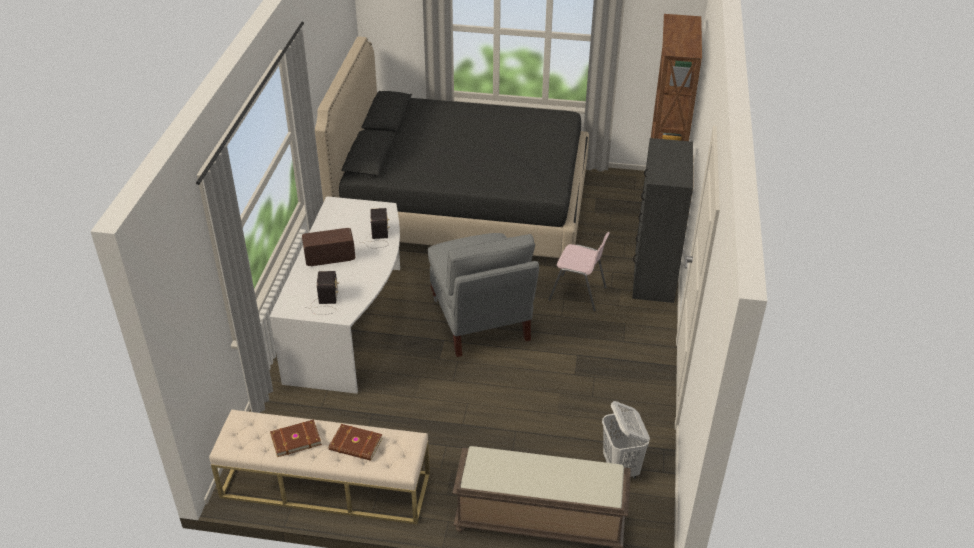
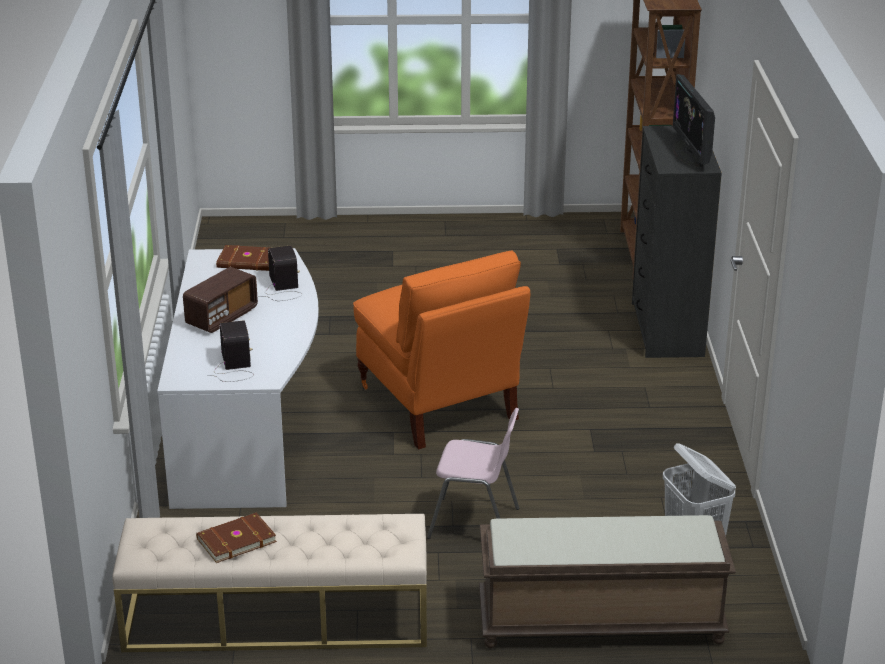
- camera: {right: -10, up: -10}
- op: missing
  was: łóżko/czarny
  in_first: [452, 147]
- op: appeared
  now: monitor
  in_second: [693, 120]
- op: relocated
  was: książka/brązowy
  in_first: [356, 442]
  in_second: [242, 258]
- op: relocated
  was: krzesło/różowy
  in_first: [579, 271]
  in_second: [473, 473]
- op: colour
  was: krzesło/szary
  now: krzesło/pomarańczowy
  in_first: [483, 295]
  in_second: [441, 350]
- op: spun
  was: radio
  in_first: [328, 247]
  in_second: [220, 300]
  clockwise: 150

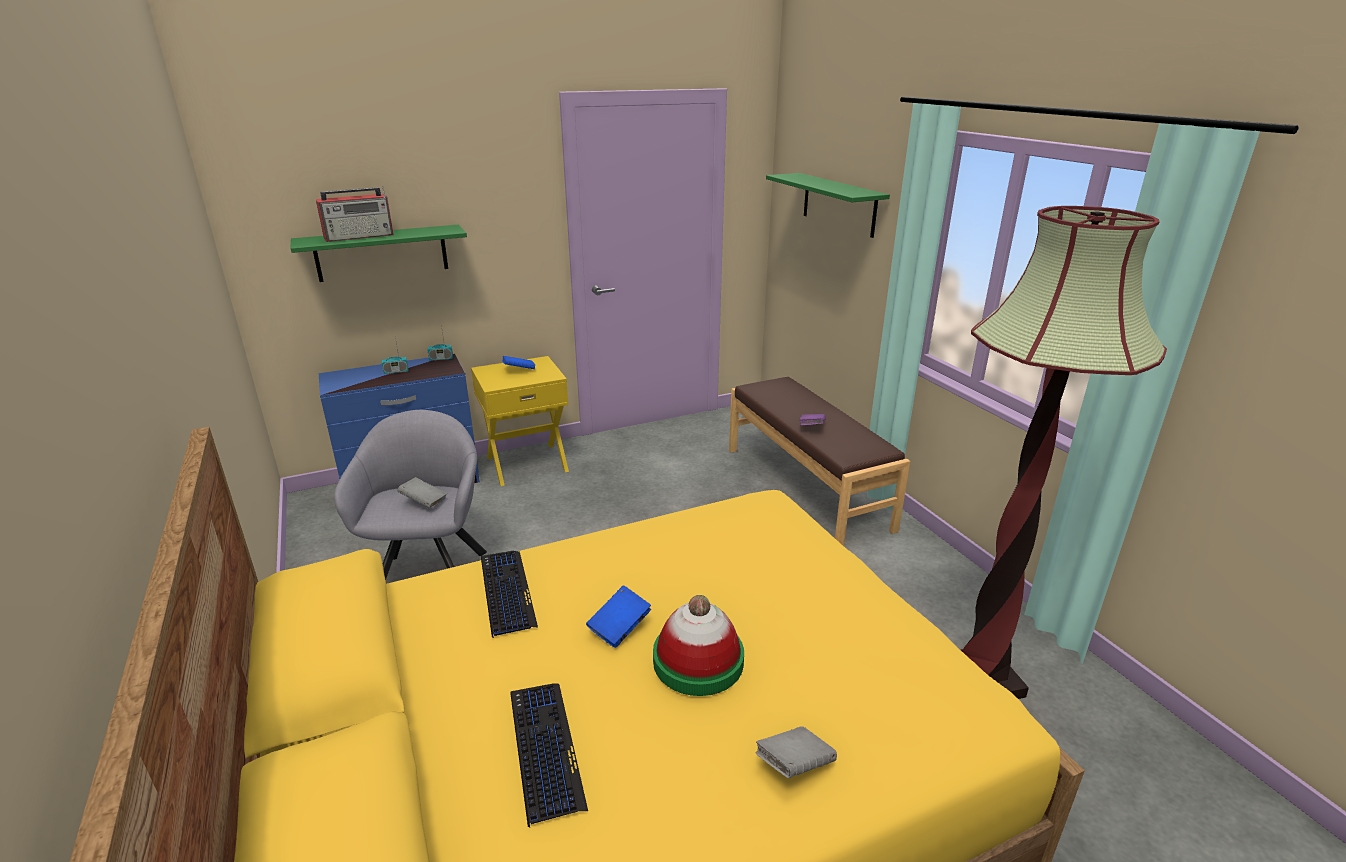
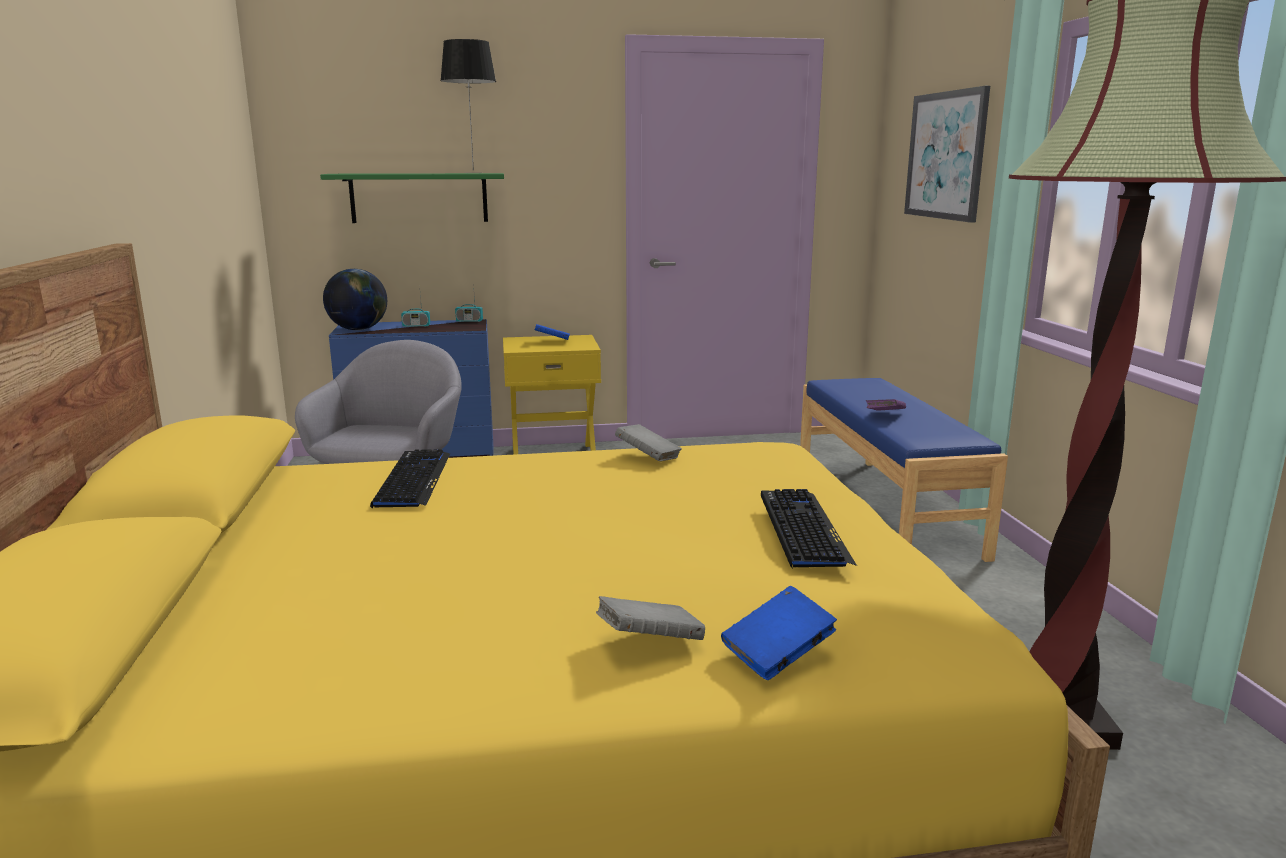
- camera: {right: 15, up: -10}
- op: missing
  was: radio
  in_first: [355, 214]
- op: missing
  was: kapelusz
  in_first: [698, 645]
- op: appeared
  now: globus
  in_second: [355, 299]
- op: appeared
  now: lampa stołowa
  in_second: [468, 104]
- op: relocated
  was: książka/szary
  in_first: [422, 493]
  in_second: [648, 442]
- op: relocated
  was: klawiatura
  in_first: [549, 755]
  in_second: [809, 529]
- op: relocated
  was: książka/niebieski
  in_first: [618, 616]
  in_second: [779, 633]
- op: exchanged
  was: półka/zielony
  now: obraz
  in_first: [828, 205]
  in_second: [947, 154]
- op: colour
  was: ławka/brązowy
  now: ławka/niebieski
  in_first: [819, 461]
  in_second: [904, 470]

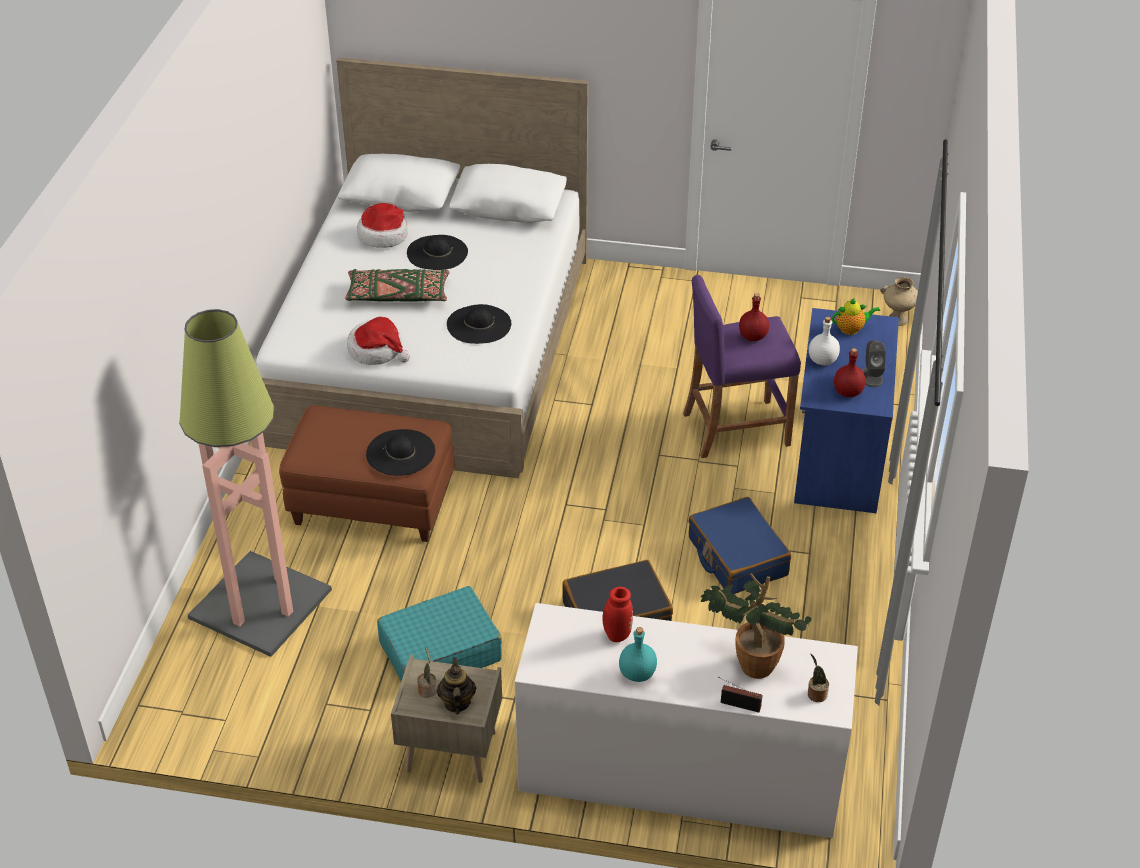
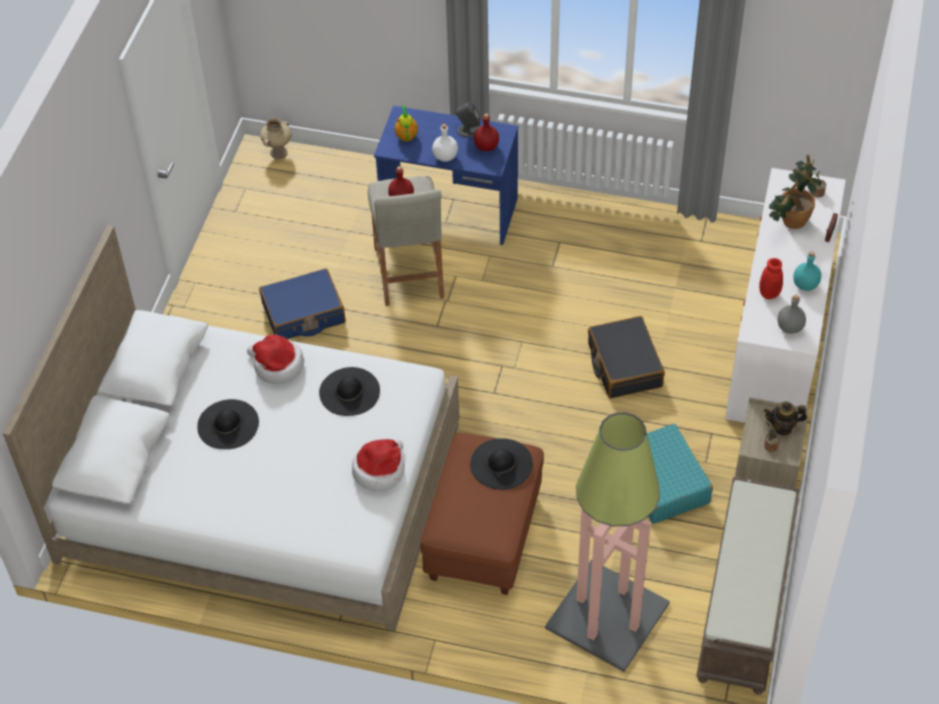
- camera: {right: -85, up: 10}
- op: missing
  was: poduszka/zielony
  in_first: [397, 285]
- op: appeared
  now: ławka/brązowy
  in_second: [748, 586]
- op: appeared
  now: butelka/szary
  in_second: [792, 314]
- op: relocated
  was: kapelusz
  in_first: [382, 225]
  in_second: [275, 359]
- op: relocated
  was: walizka/niebieski
  in_first: [740, 546]
  in_second: [302, 304]
- op: colour
  was: stołek/fioletowy
  now: stołek/beżowy
  in_first: [742, 366]
  in_second: [406, 241]

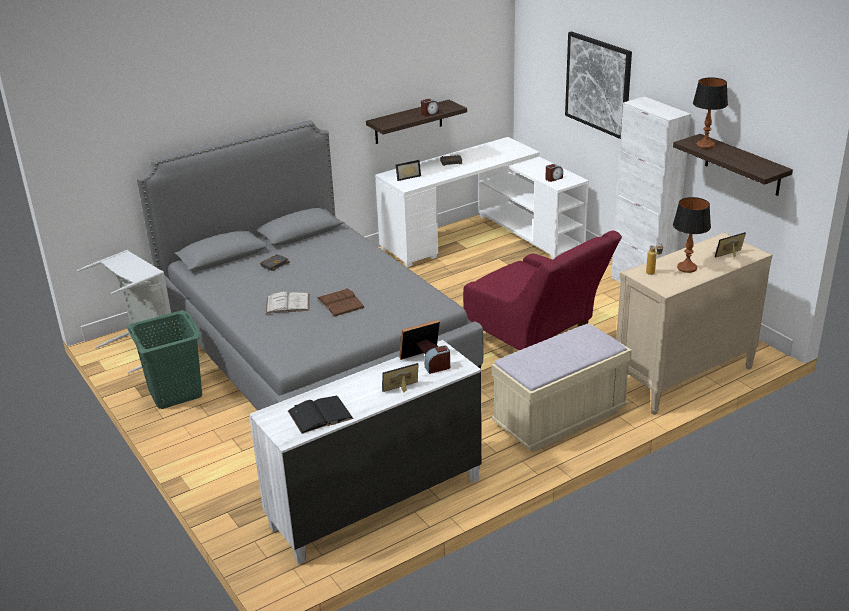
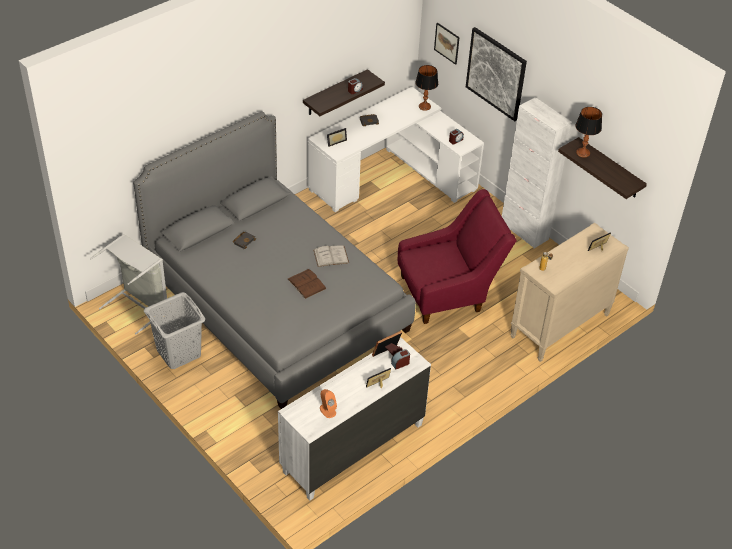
- camera: {right: -10, up: 15}
- op: missing
  was: ławka/beżowy
  in_first: [562, 388]
- op: appeared
  now: obraz
  in_second: [447, 44]
- op: relocated
  was: książka/biały
  in_first: [287, 302]
  in_second: [331, 256]
- op: relocated
  was: lampa stołowa
  in_first: [692, 235]
  in_second: [426, 88]
- op: exchanged
  was: książka/czarny
  now: głośnik/pomarańczowy
  in_first: [321, 415]
  in_second: [328, 403]
- op: colour
  was: kosz na pranie/zielony
  now: kosz na pranie/szary
  in_first: [164, 359]
  in_second: [174, 330]
- op: spun
  was: fotel/czerwony
  in_first: [542, 290]
  in_second: [457, 256]
  clockwise: -60

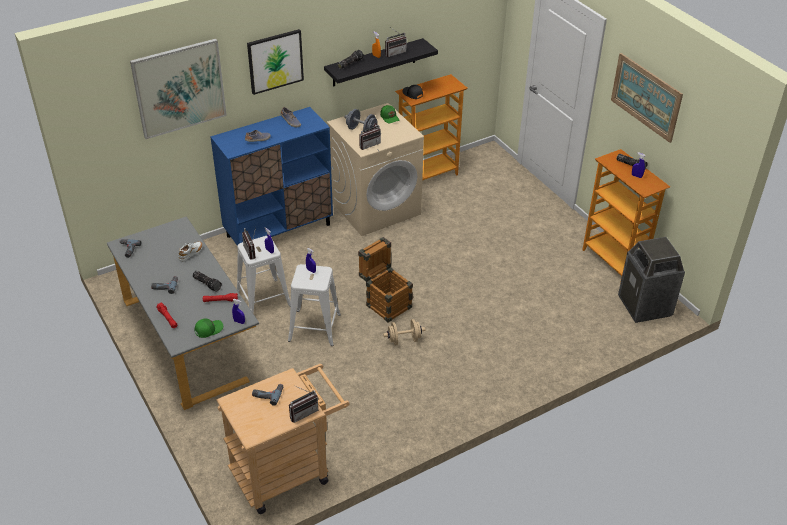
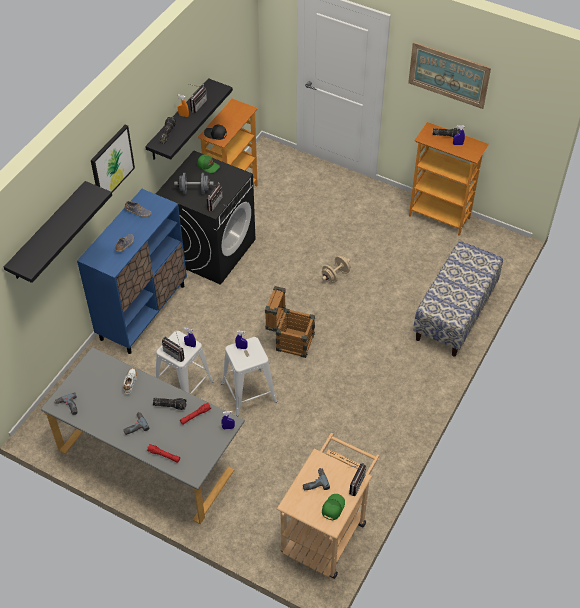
- camera: {right: -30, up: 10}
- op: missing
  was: kosz na śmieci
  in_first: [651, 280]
- op: appeared
  now: ławka
  in_second: [458, 299]
- op: relocated
  was: czapka z daszkiem/zielony
  in_first: [208, 328]
  in_second: [333, 507]
- op: relocated
  was: hantel/beżowy
  in_first: [404, 332]
  in_second: [336, 269]
- op: exchanged
  was: obraz
  now: półka/czarny
  in_first: [178, 88]
  in_second: [58, 232]
- op: colour
  was: pralka/beżowy
  now: pralka/czarny
  in_first: [375, 169]
  in_second: [206, 218]

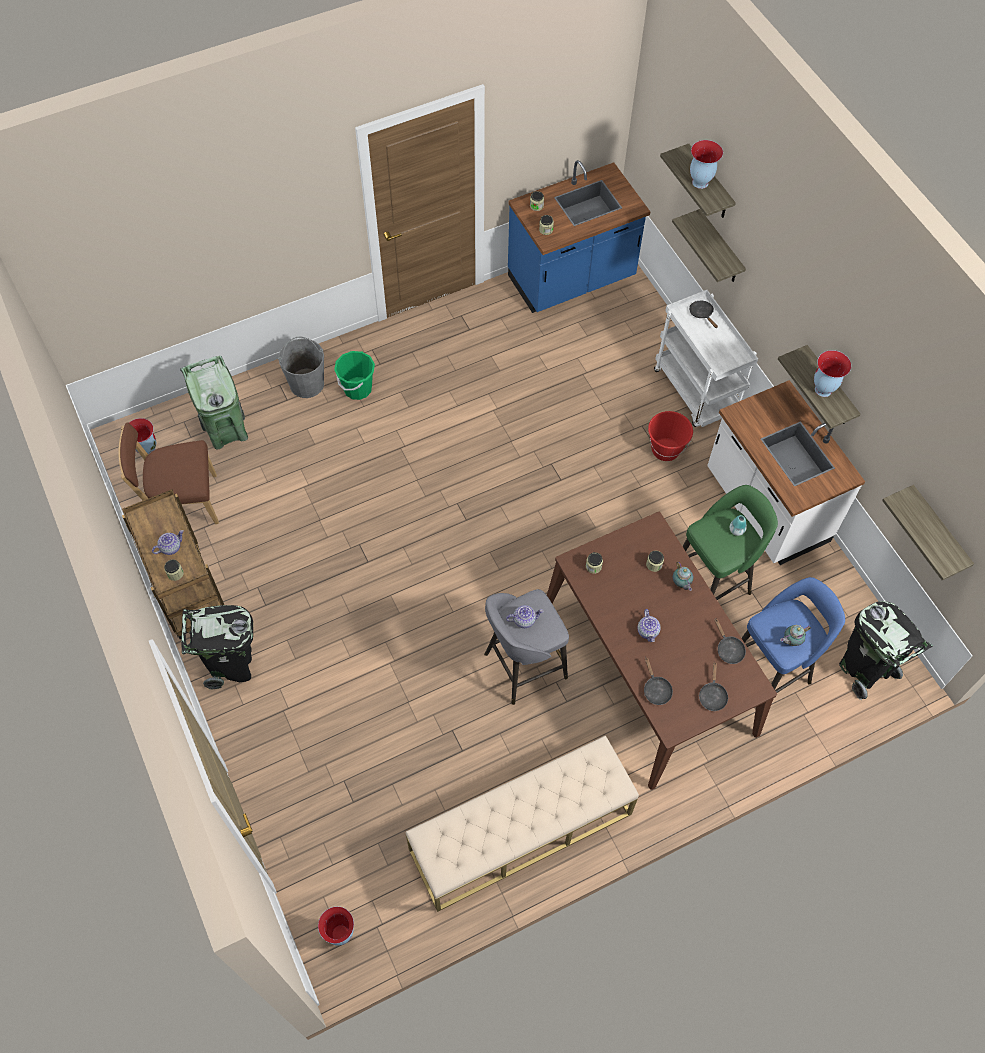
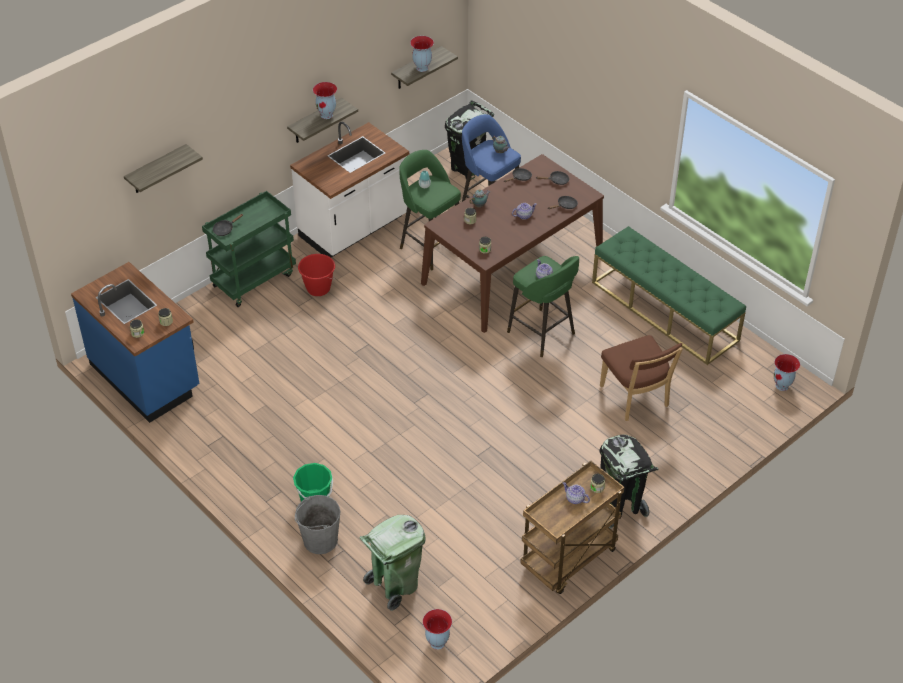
- camera: {right: -105, up: -15}
- op: missing
  was: półka
  in_first: [709, 245]
- op: relocated
  was: krzesło/brązowy
  in_first: [168, 473]
  in_second: [641, 378]
- op: relocated
  was: wazon
  in_first: [706, 164]
  in_second: [422, 54]
- op: colour
  was: ławka/beżowy
  now: ławka/zielony
  in_first: [522, 824]
  in_second: [669, 295]
- op: colour
  was: stołek/szary
  now: stołek/zielony
  in_first: [526, 647]
  in_second: [543, 306]
- op: colour
  was: wózek/biały
  now: wózek/zielony
  in_first: [706, 358]
  in_second: [249, 249]

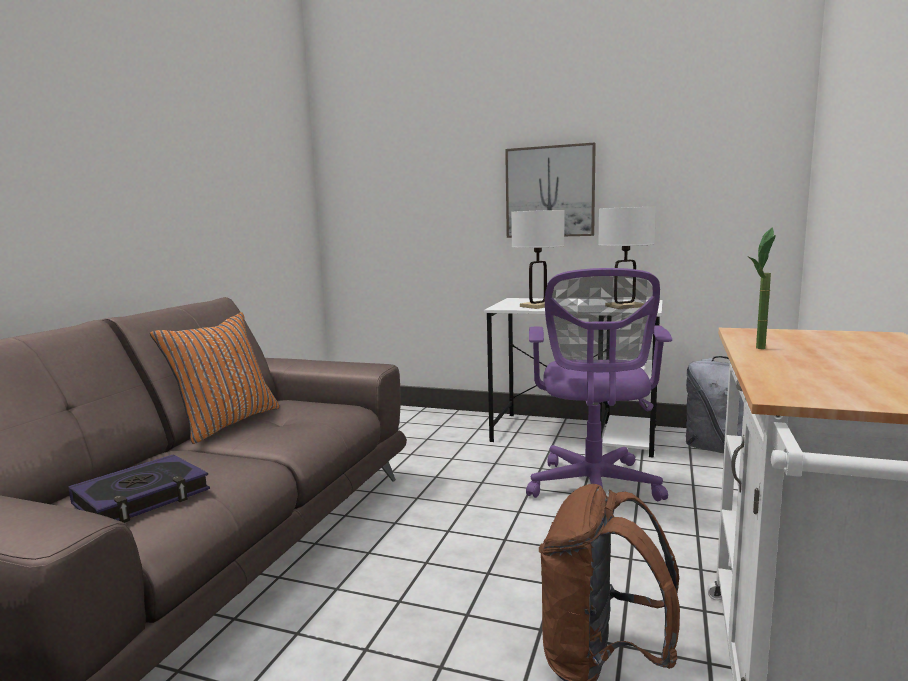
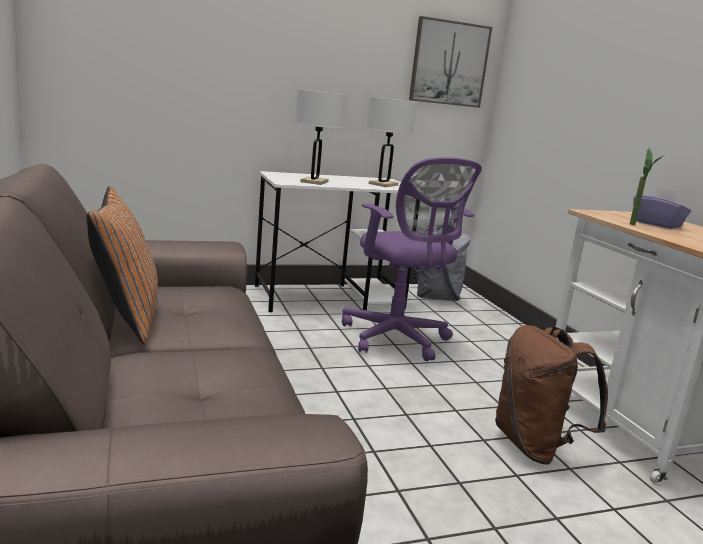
- camera: {right: -40, up: 5}
- op: missing
  was: książka
  in_first: [139, 488]
- op: appeared
  now: pudełko chusteczek/fioletowy
  in_second: [662, 208]
- op: relocated
  was: obraz
  in_first: [550, 190]
  in_second: [450, 62]

